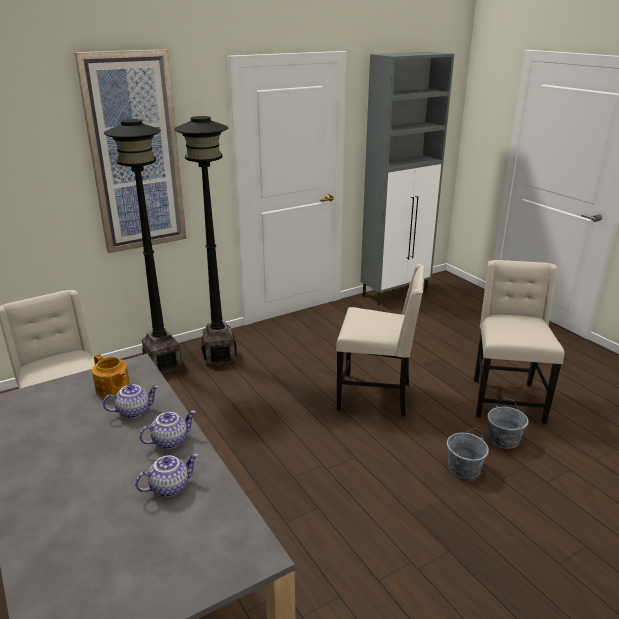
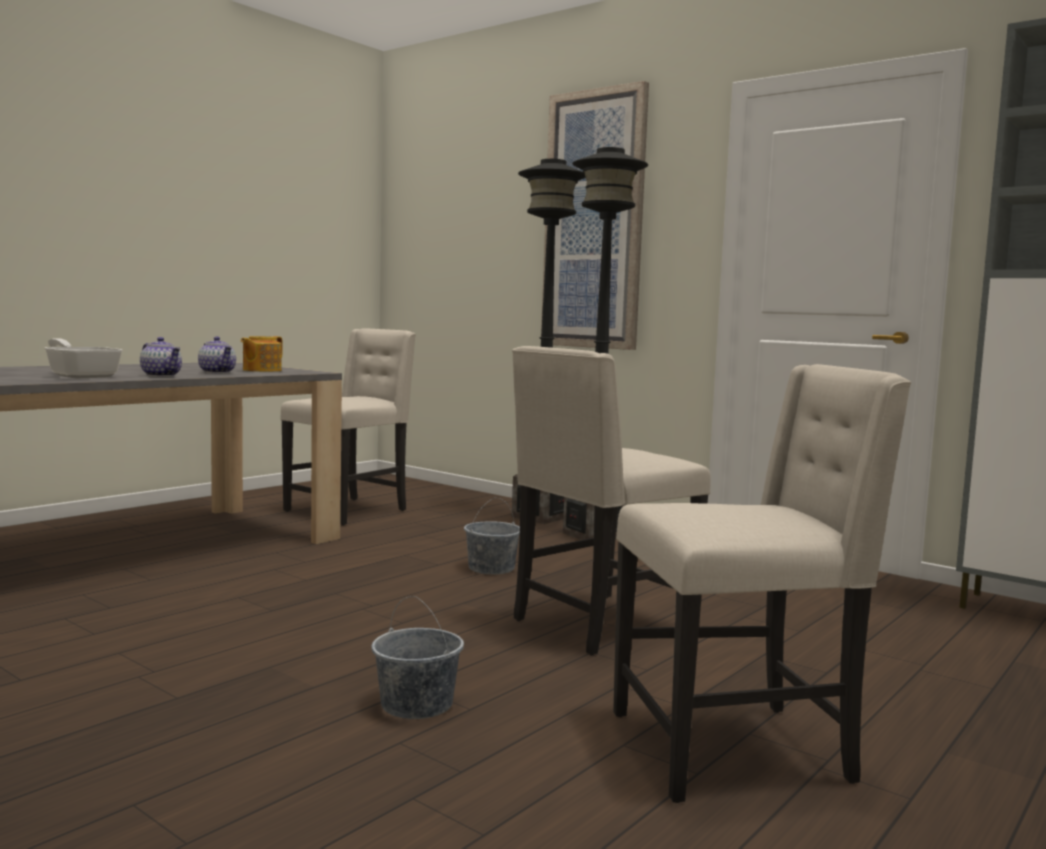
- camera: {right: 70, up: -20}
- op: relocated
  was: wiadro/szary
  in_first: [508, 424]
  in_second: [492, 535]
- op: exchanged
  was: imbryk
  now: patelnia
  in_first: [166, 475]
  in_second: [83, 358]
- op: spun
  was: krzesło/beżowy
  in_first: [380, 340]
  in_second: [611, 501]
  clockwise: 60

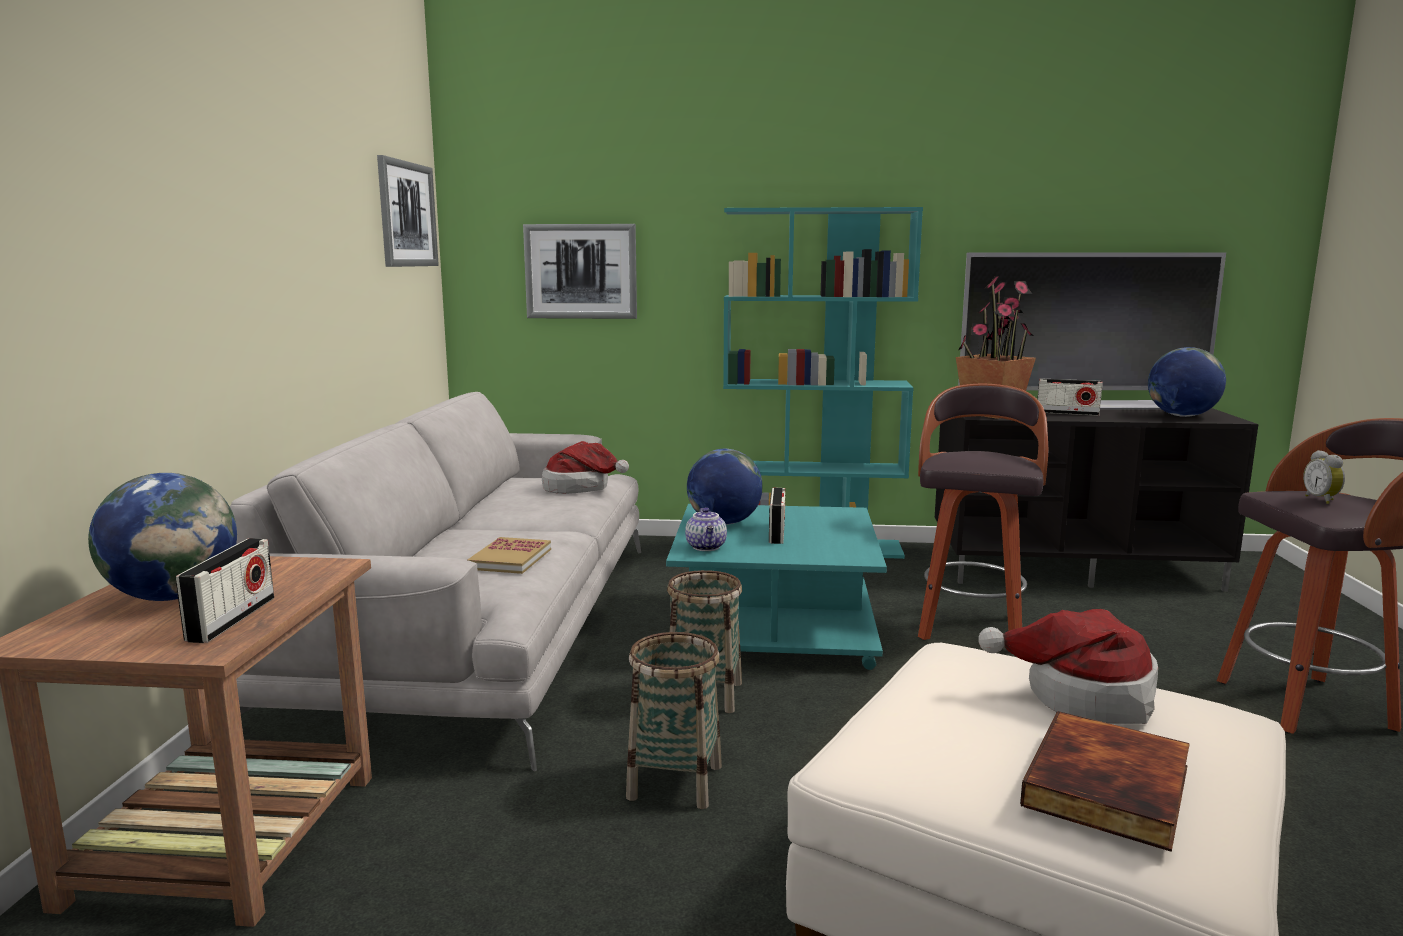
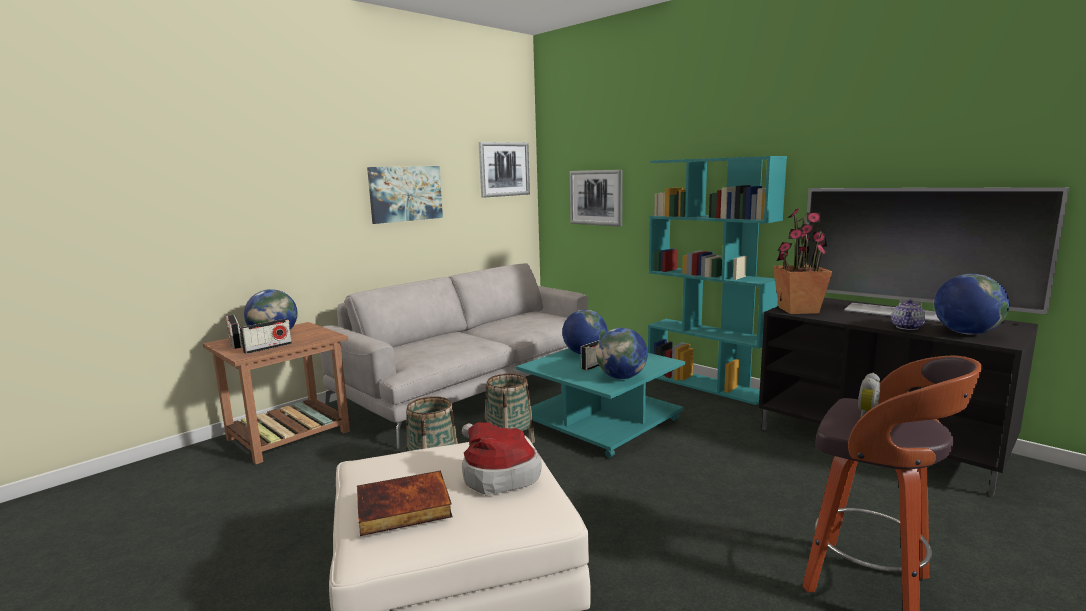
- camera: {right: 40, up: 0}
- op: missing
  was: książka
  in_first: [509, 555]
- op: missing
  was: kapelusz
  in_first: [585, 467]
- op: missing
  was: stołek
  in_first: [983, 512]
- op: appeared
  now: obraz
  in_second: [405, 195]
- op: appeared
  now: globus
  in_second: [622, 353]
- op: relocated
  was: imbryk
  in_first: [706, 529]
  in_second: [908, 314]
- op: relocated
  was: radio
  in_first: [1070, 397]
  in_second: [234, 332]

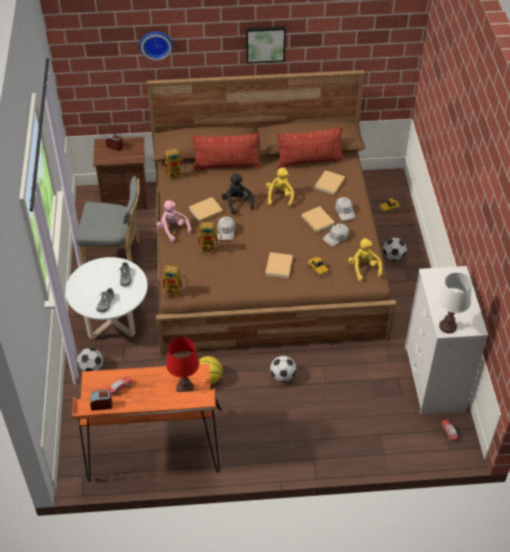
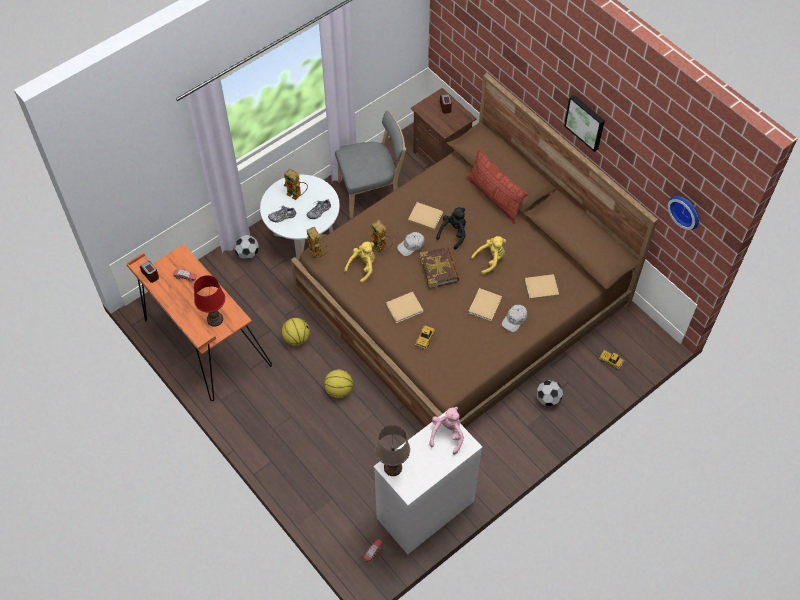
- camera: {right: 55, up: 10}
- op: missing
  was: poduszka
  in_first: [310, 148]
- op: missing
  was: czapka z daszkiem/biały
  in_first: [336, 235]
- op: appeared
  now: książka
  in_second: [439, 268]
- op: relocated
  was: zegar ścienny
  in_first: [156, 46]
  in_second: [683, 213]
- op: relocated
  was: pluszak/różowy
  in_first: [173, 221]
  in_second: [446, 431]
- op: relocated
  was: robot zabawkowy
  in_first: [175, 164]
  in_second: [296, 184]
- op: relocated
  was: pluszak/żółty
  in_first: [365, 259]
  in_second: [359, 263]
- op: exchanged
  was: piłka futbolowa
  now: piłka do koszykówki
  in_first: [283, 369]
  in_second: [338, 383]
- op: colour
  was: lampa stołowa/biały
  now: lampa stołowa/brązowy
  in_first: [455, 303]
  in_second: [393, 450]
- op: spun
  was: krzesło/szary
  in_first: [108, 220]
  in_second: [370, 164]
  clockwise: -75

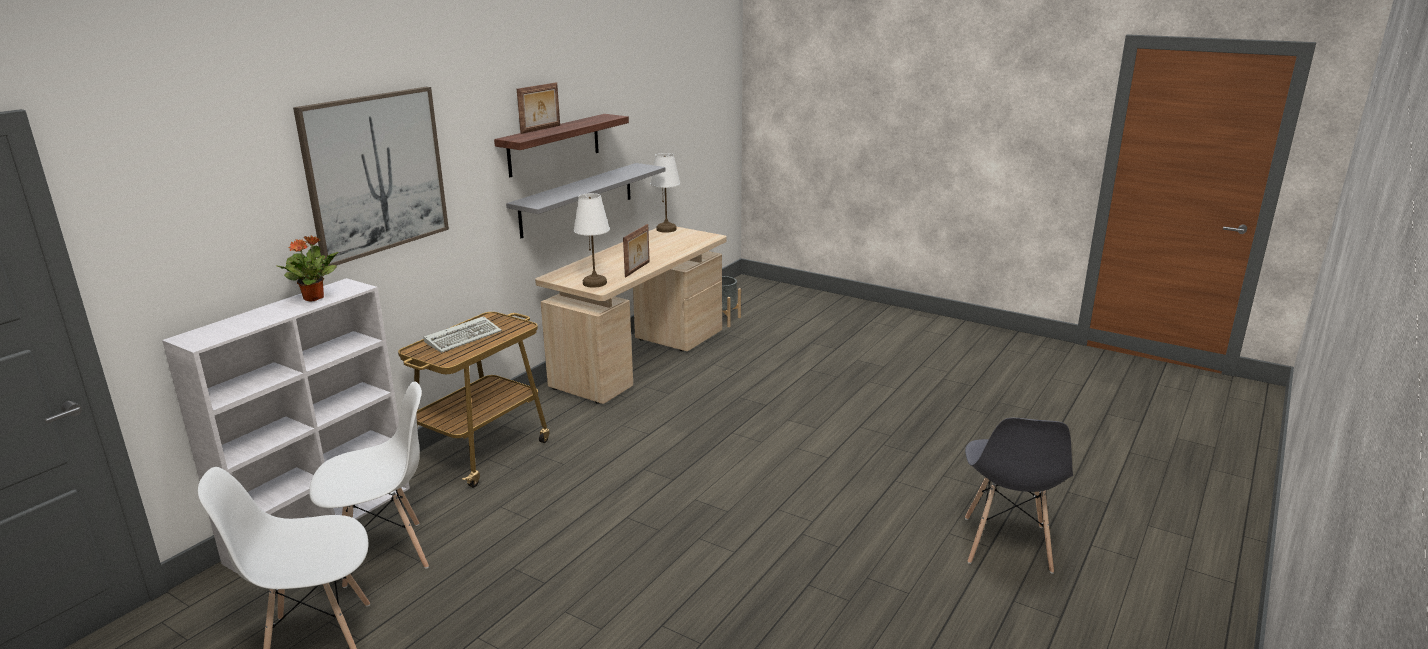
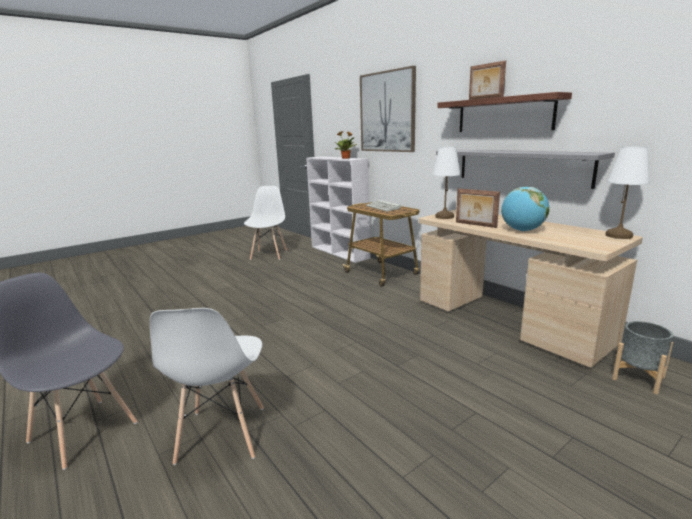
- camera: {right: 110, up: -5}
- op: appeared
  now: globus
  in_second: [525, 209]
- op: relocated
  was: krzesło/biały
  in_first: [369, 484]
  in_second: [207, 386]

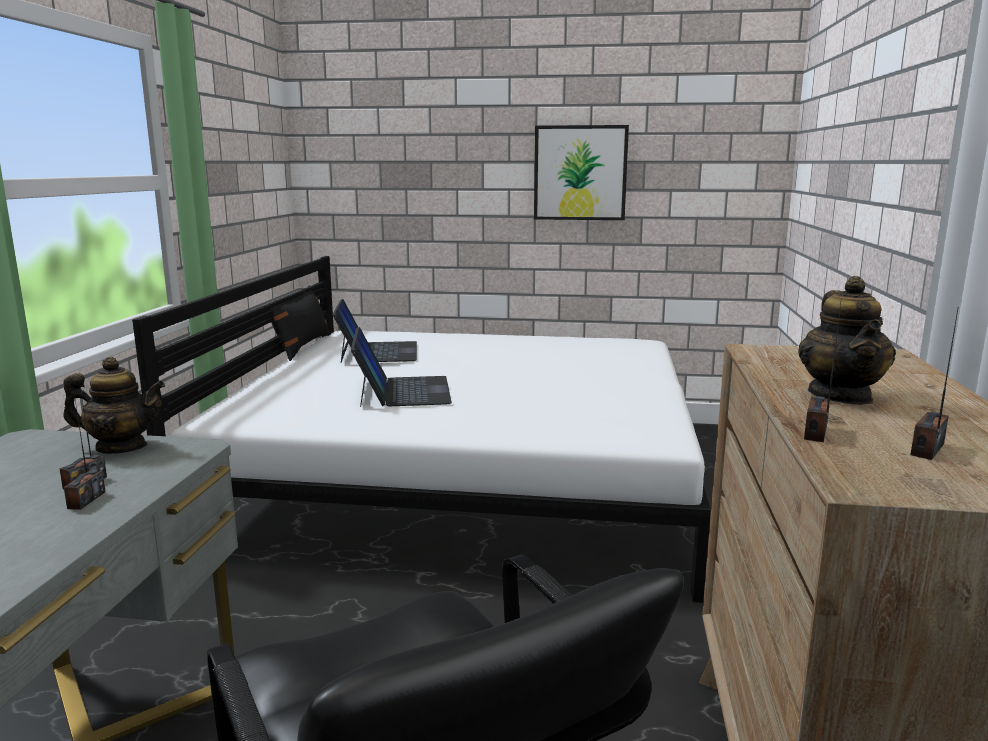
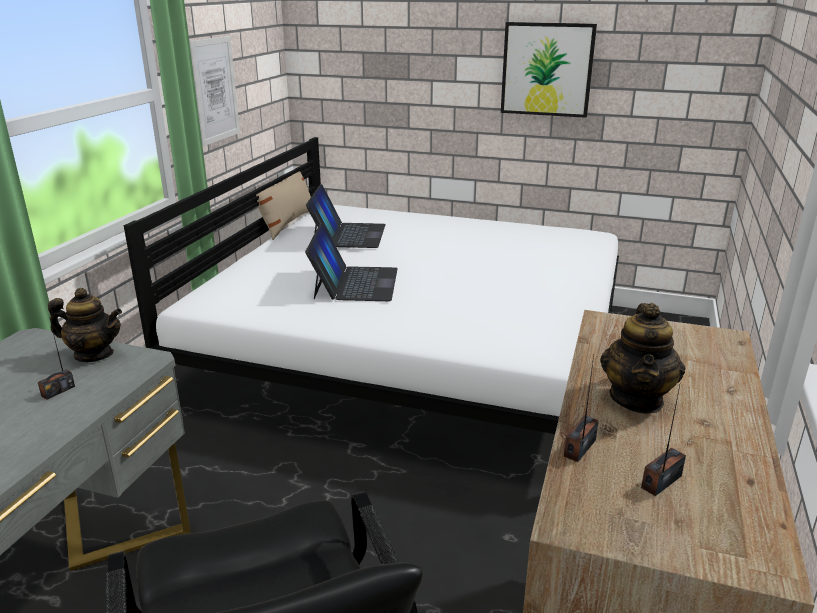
- camera: {right: 10, up: 10}
- op: missing
  was: radio
  in_first: [85, 451]
- op: appeared
  now: obraz
  in_second: [214, 91]
- op: colour
  was: poduszka/czarny
  now: poduszka/beżowy
  in_first: [300, 323]
  in_second: [283, 203]

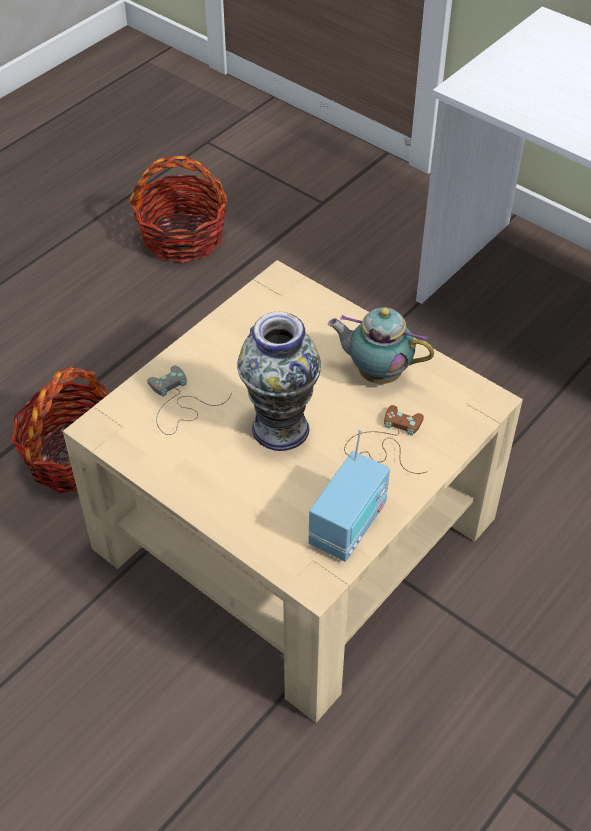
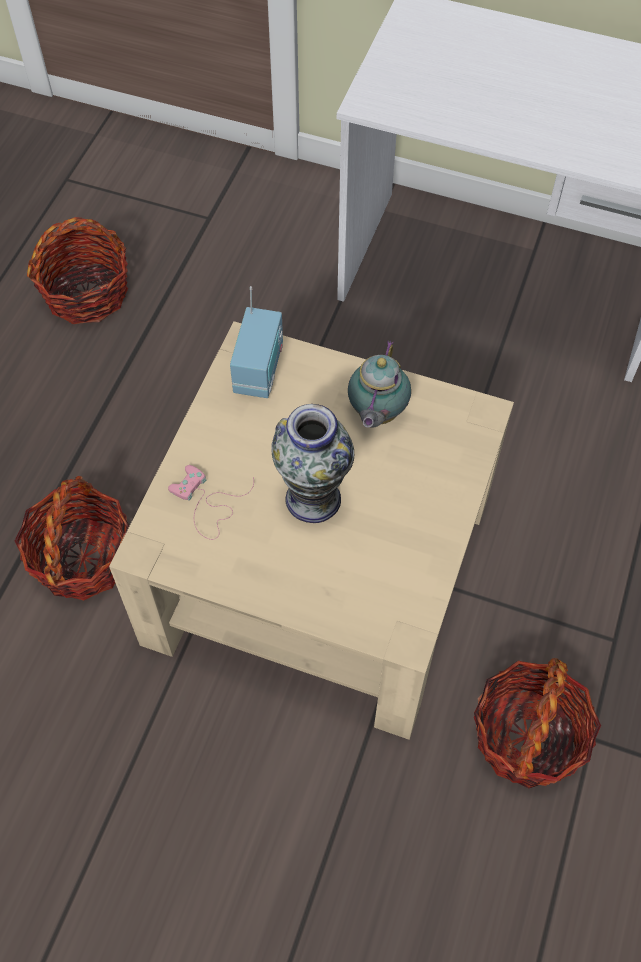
- camera: {right: -20, up: 10}
- op: missing
  was: pad do gier/brązowy
  in_first: [386, 439]
- op: appeared
  now: koszyk
  in_second: [537, 723]
- op: relocated
  was: radio
  in_first: [349, 495]
  in_second: [256, 342]
- op: colour
  was: pad do gier/szary
  now: pad do gier/różowy
  in_first: [189, 400]
  in_second: [211, 502]
- op: spun
  was: imbryk
  in_first: [381, 345]
  in_second: [379, 384]
  clockwise: -75

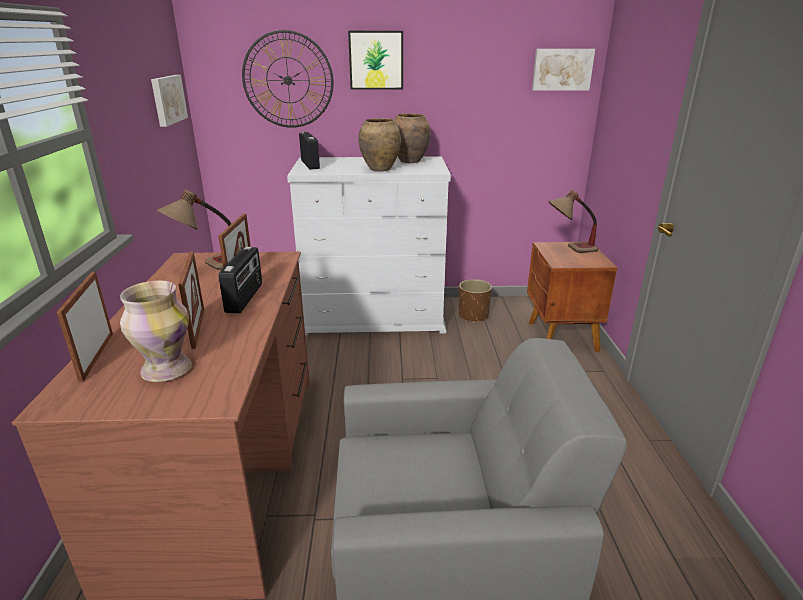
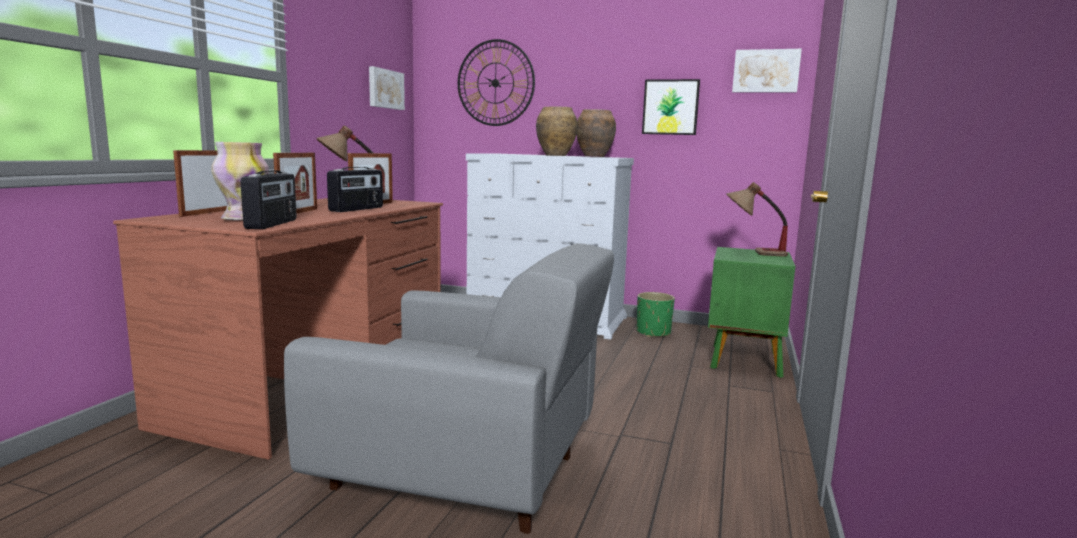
- camera: {right: 20, up: -15}
- op: relocated
  was: radio
  in_first: [309, 151]
  in_second: [268, 199]
- op: relocated
  was: obraz
  in_first: [375, 60]
  in_second: [671, 107]
- op: colour
  was: donica/brązowy
  now: donica/zielony
  in_first: [475, 301]
  in_second: [656, 314]
- op: colour
  was: szafka nocna/brązowy
  now: szafka nocna/zielony
  in_first: [572, 297]
  in_second: [752, 312]

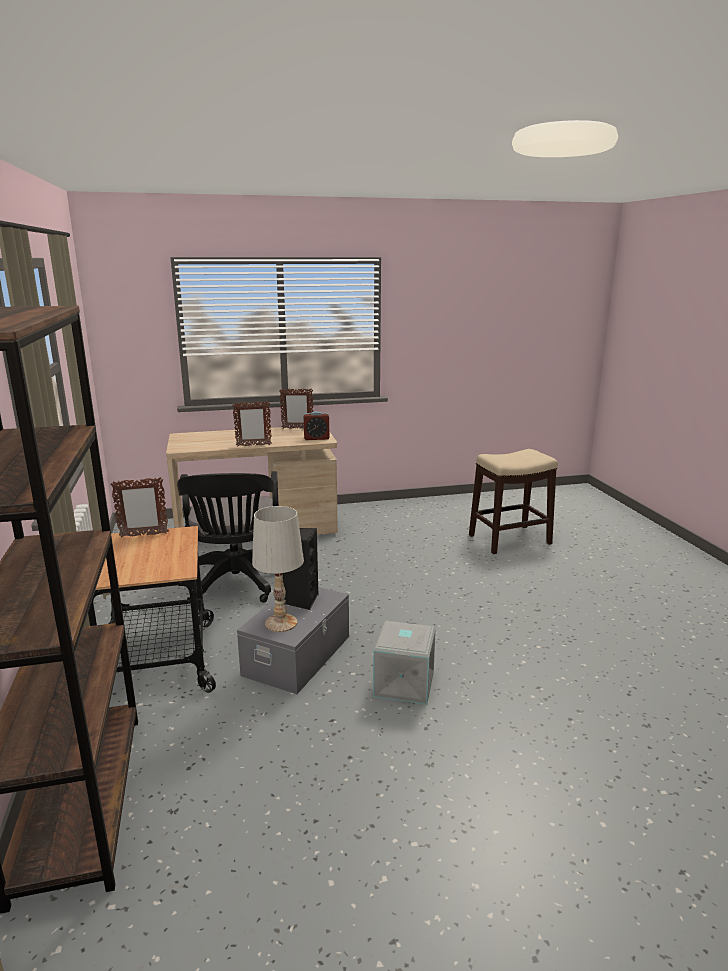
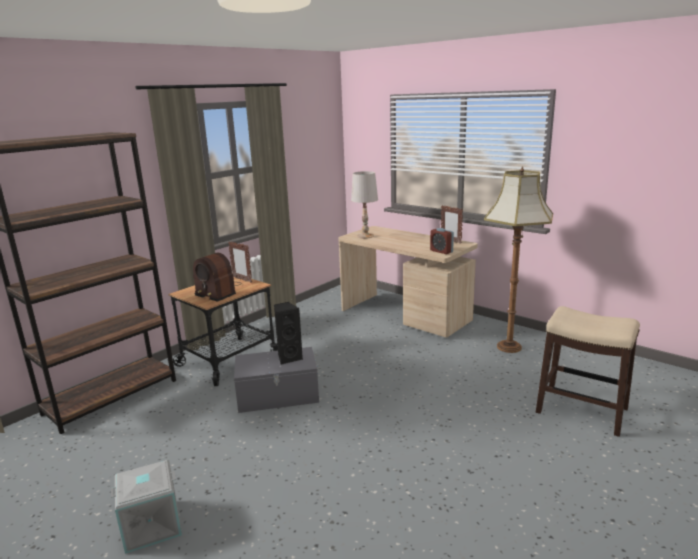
- camera: {right: 55, up: 0}
- op: missing
  was: krzesło biurowe/czarny
  in_first: [228, 537]
- op: missing
  was: ramka na zdjęcie
  in_first: [252, 423]
- op: appeared
  now: radio
  in_second: [217, 277]
- op: appeared
  now: lampa stojąca
  in_second: [518, 259]
- op: relocated
  was: lampa stołowa/biały
  in_first: [278, 569]
  in_second: [364, 205]
- op: relocated
  was: pojemnik do przechowywania/szary
  in_first: [404, 663]
  in_second: [146, 507]

